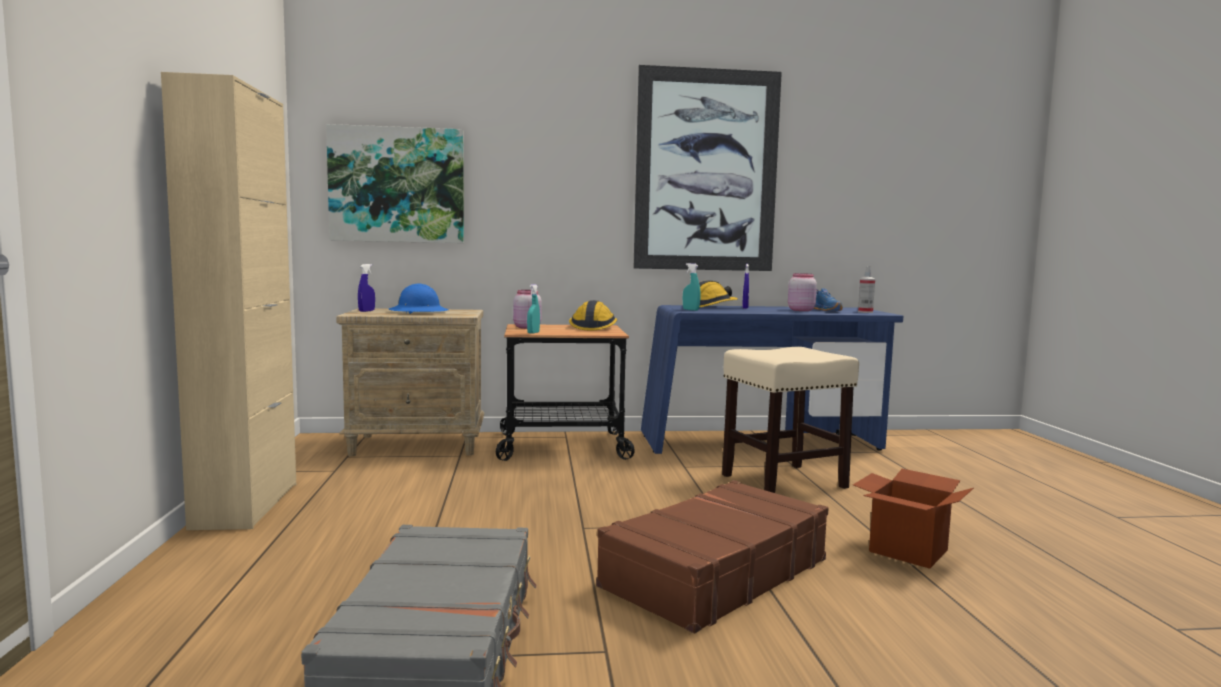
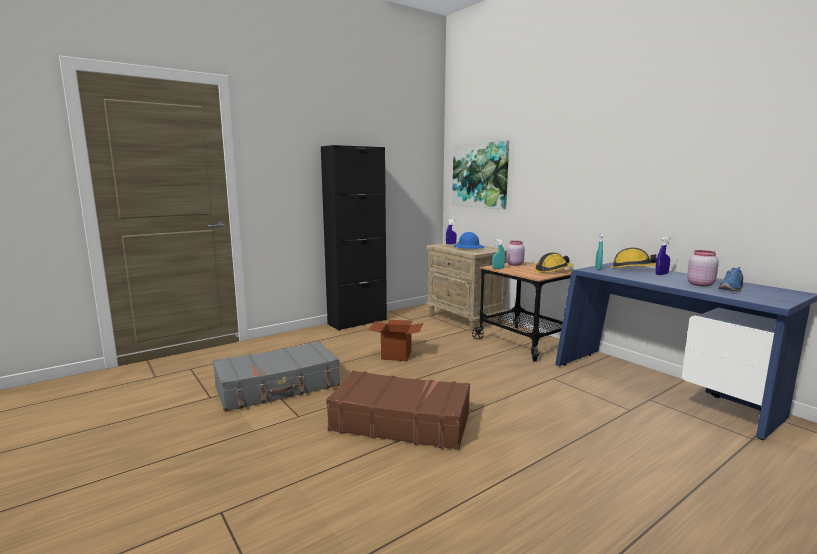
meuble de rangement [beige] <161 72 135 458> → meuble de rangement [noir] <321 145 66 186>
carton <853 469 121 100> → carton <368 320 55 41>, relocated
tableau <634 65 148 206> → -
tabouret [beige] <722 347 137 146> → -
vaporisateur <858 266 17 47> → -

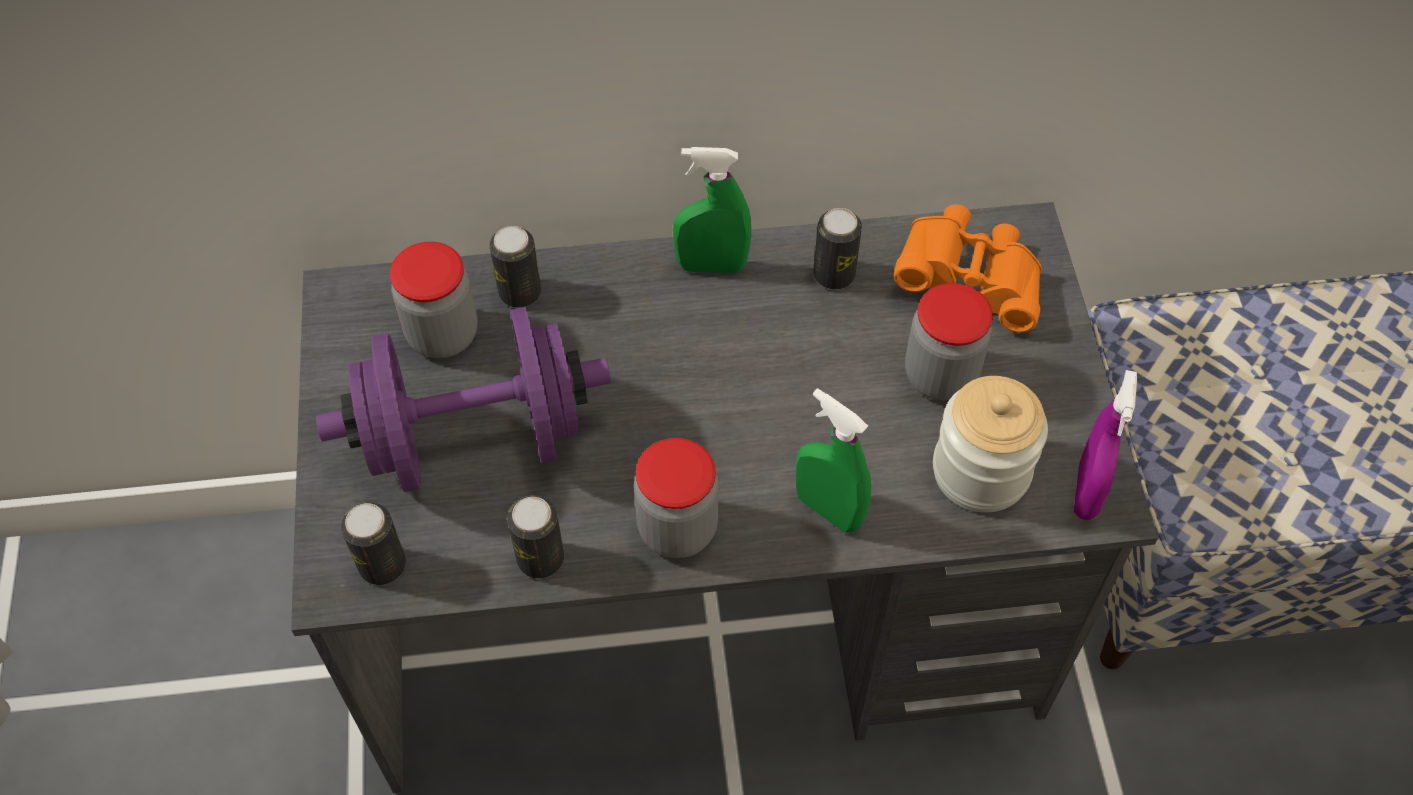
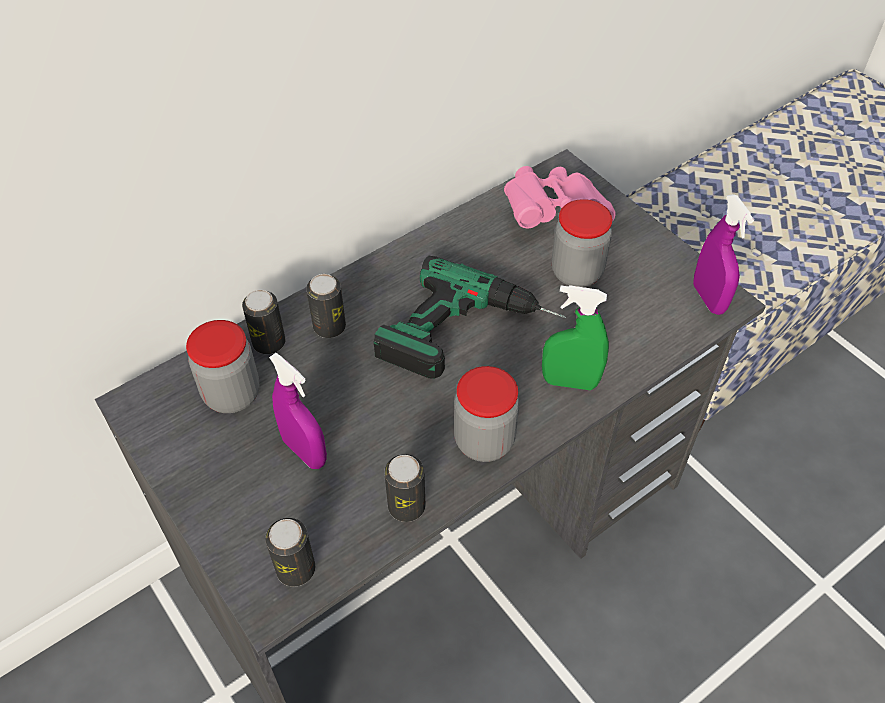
haltère [violet] <316 307 295 185> → vaporisateur [violet] <269 353 58 116>
boîte métallique <813 208 49 82> → boîte métallique <306 274 40 64>, relocated
- → perceuse <373 256 194 123>
jumelles [orange] <894 204 148 129> → jumelles [rose] <504 166 112 62>
vaporisateur [vert] <673 147 78 126> → -
bocal <933 376 115 137> → -

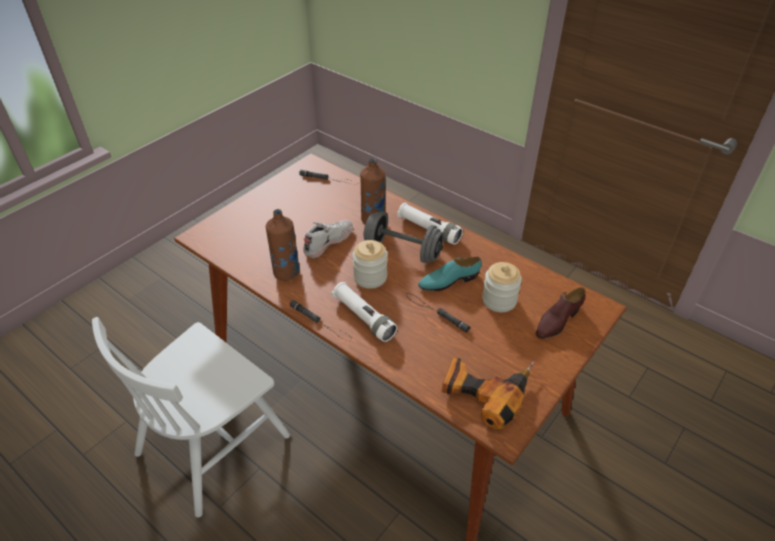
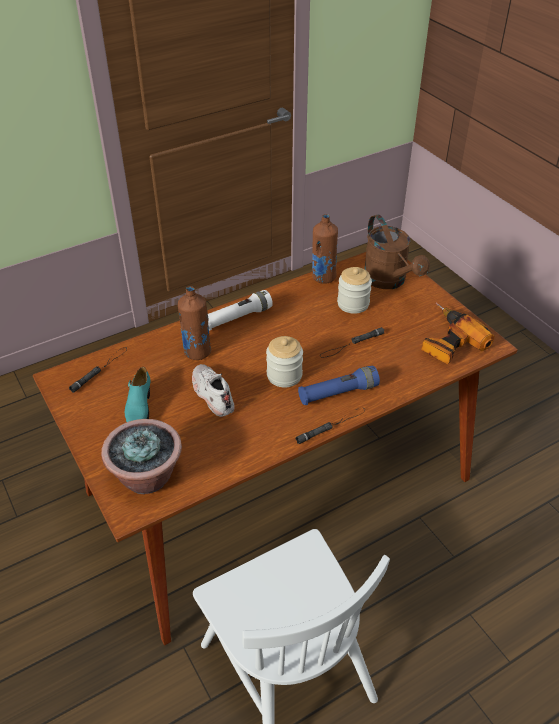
- → plante en pot <101 419 81 75>
chaussure [turquoise] <418 257 63 34> → chaussure [turquoise] <125 367 26 56>, relocated
lampe de poche [blanc] <332 282 66 60> → lampe de poche [bleu] <298 366 82 39>
bouteille [marron] <266 209 34 72> → bouteille [marron] <312 214 26 70>, relocated
chaussure [marron] <536 287 49 52> → arrosoir [marron] <364 215 66 74>
haltère [gris] <364 211 80 52> → -

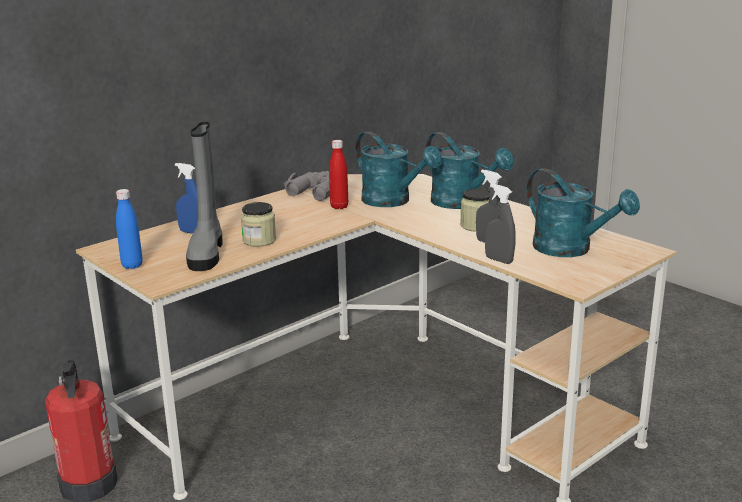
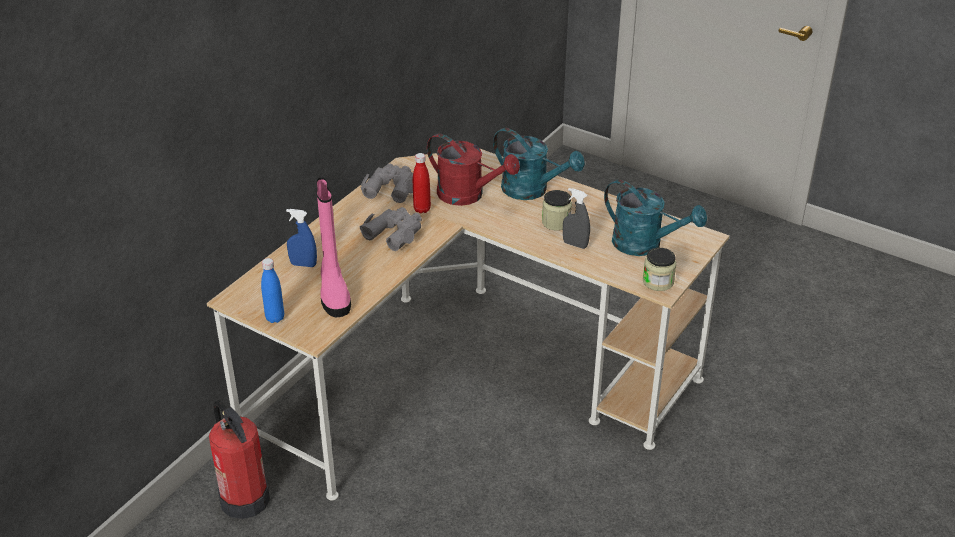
botte [gris] <186 122 37 149> → botte [rose] <316 177 35 140>
- → jumelles [gris] <360 207 62 44>
arrosoir [turquoise] <355 131 87 76> → arrosoir [rouge] <427 133 93 73>
bocal <241 202 35 45> → bocal <643 248 33 43>, relocated
vaporisateur [gris] <485 184 31 80> → -

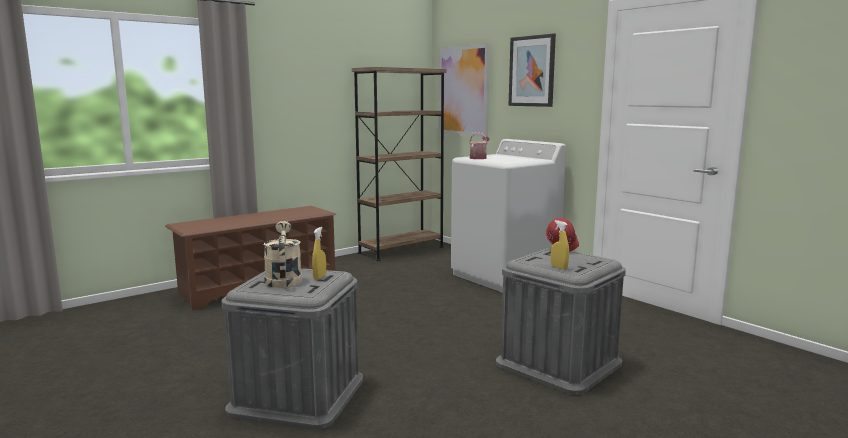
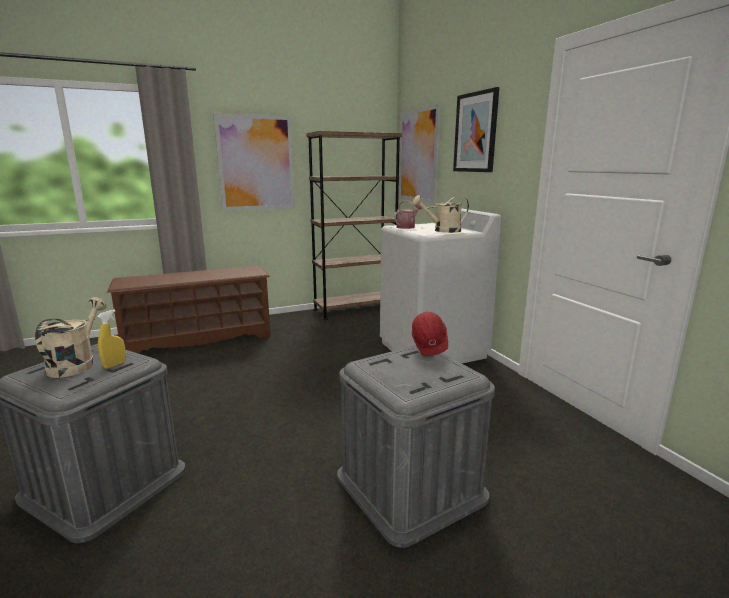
- → tableau <213 113 82 98>
- → arrosoir [beige] <413 195 56 38>
vaporisateur [jaune] <551 220 18 49> → -

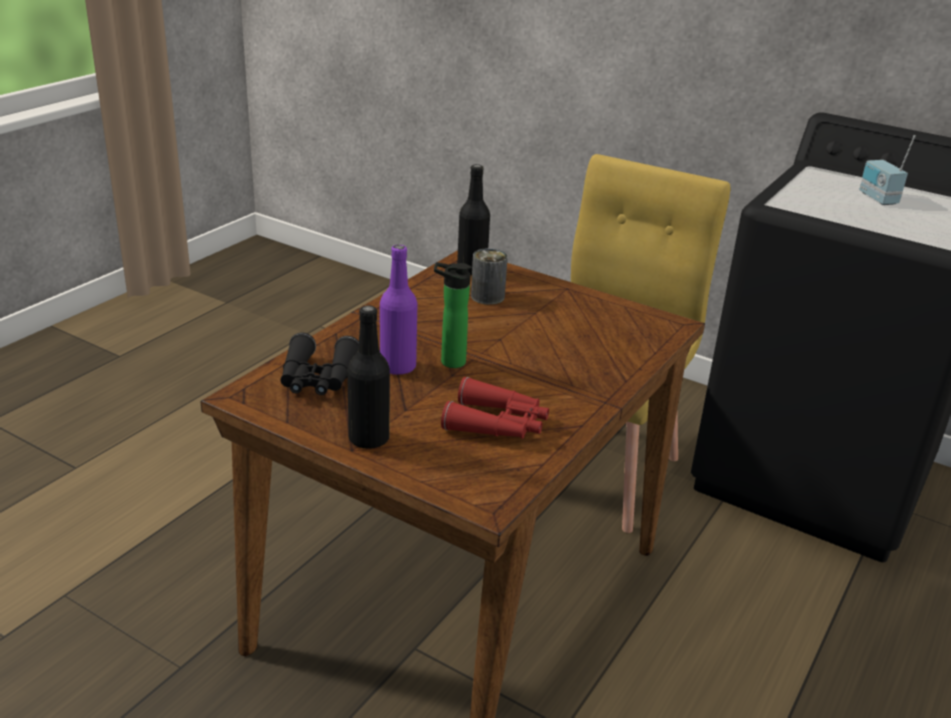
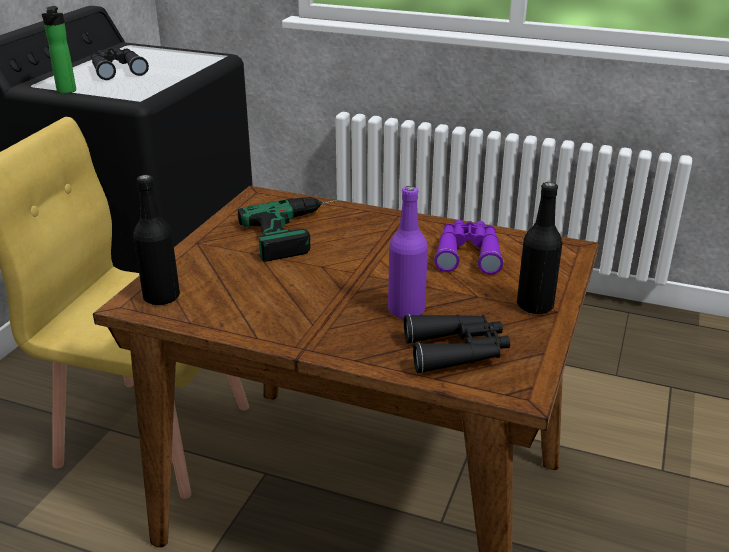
bouteille <434 262 38 106> → bouteille <42 6 34 88>, relocated
radio <859 135 57 70> → jumelles [noir] <91 48 58 32>
- → perceuse <238 197 101 65>
jumelles [rouge] <441 377 108 62> → jumelles [violet] <434 220 70 55>
boîte métallique <471 248 37 57> → -

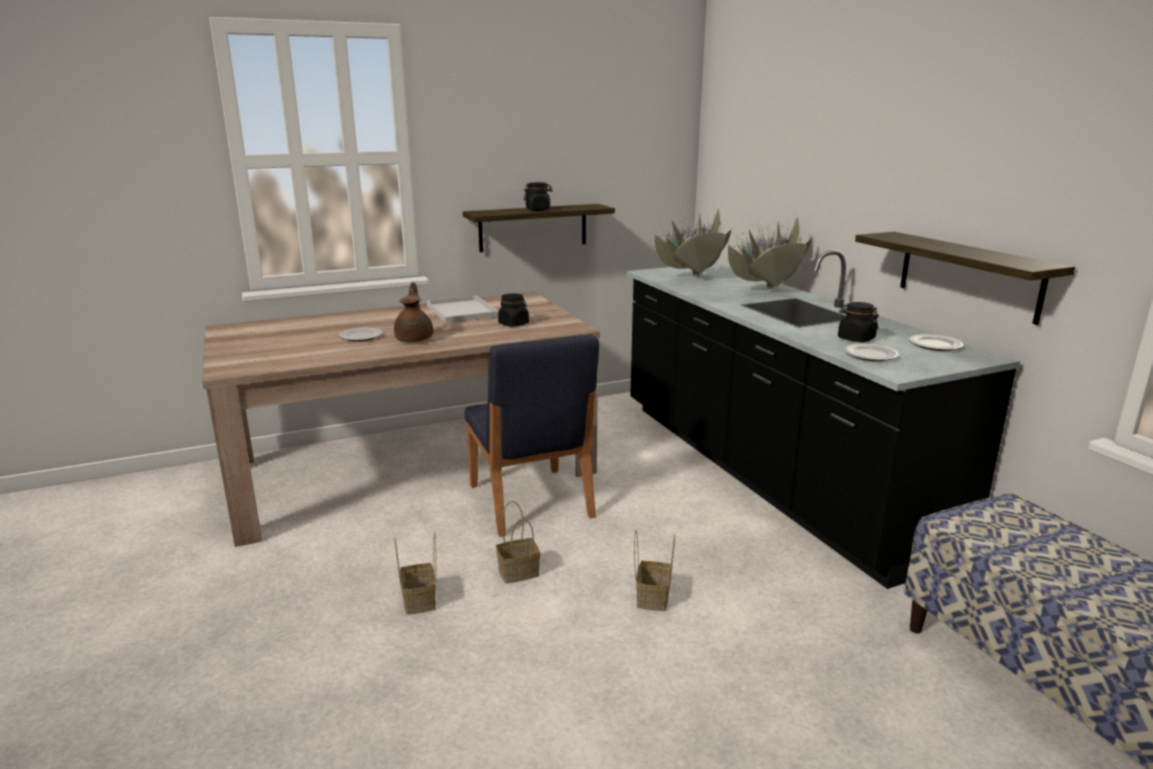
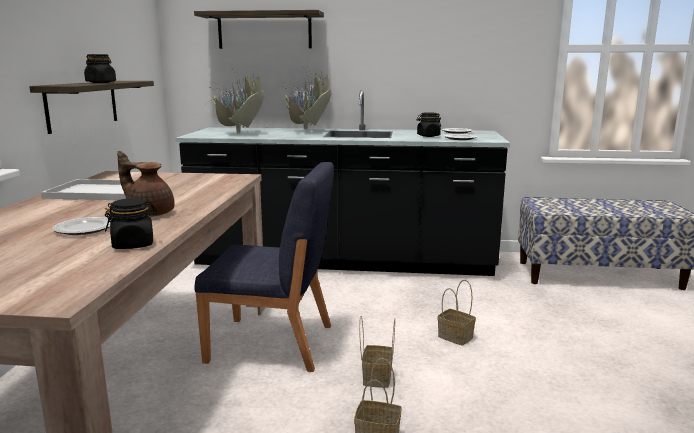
bocal [noir] <498 293 31 34> → bocal [noir] <105 198 52 51>, relocated
étagère <855 232 220 93> → étagère <194 10 130 39>, relocated

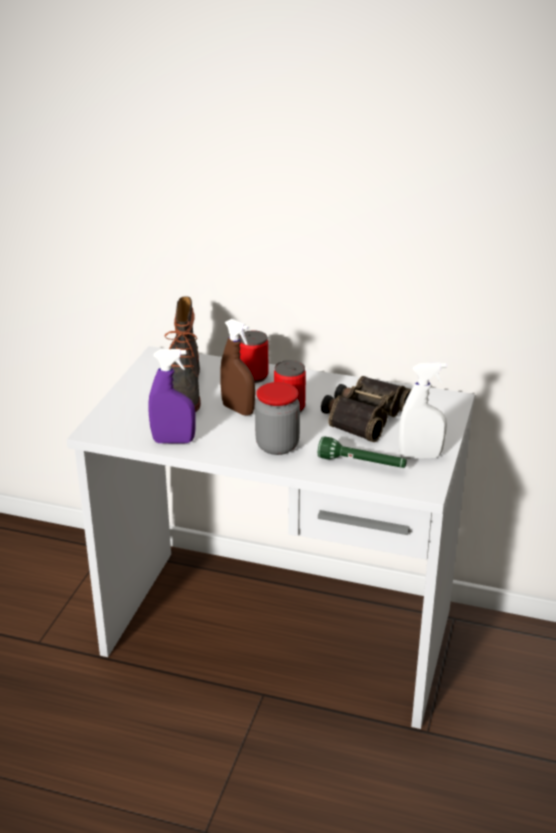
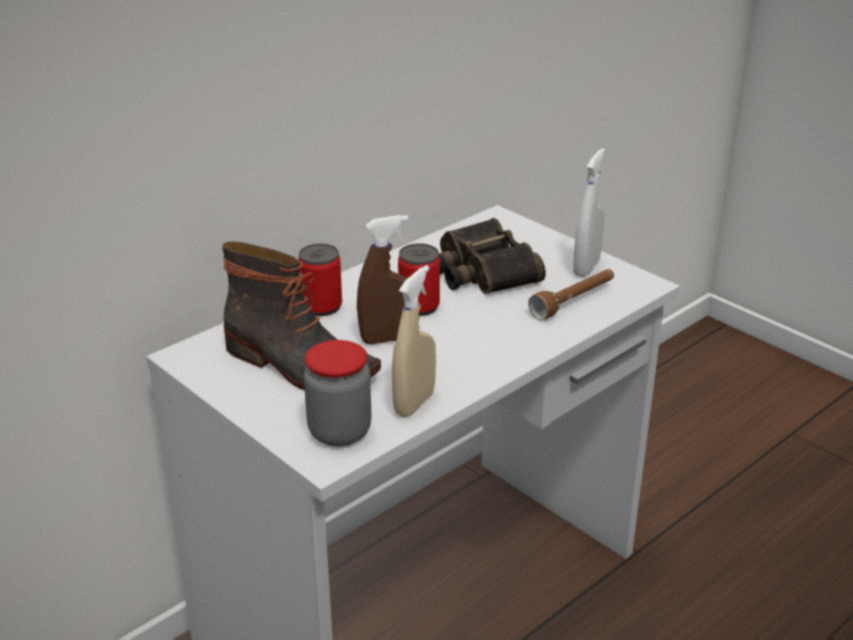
bocal <255 382 45 73> → bocal <304 340 67 107>, relocated
vaporisateur [violet] <148 349 48 94> → vaporisateur [beige] <392 265 44 152>
lampe de poche [vert] <318 436 89 32> → lampe de poche [marron] <528 269 86 51>

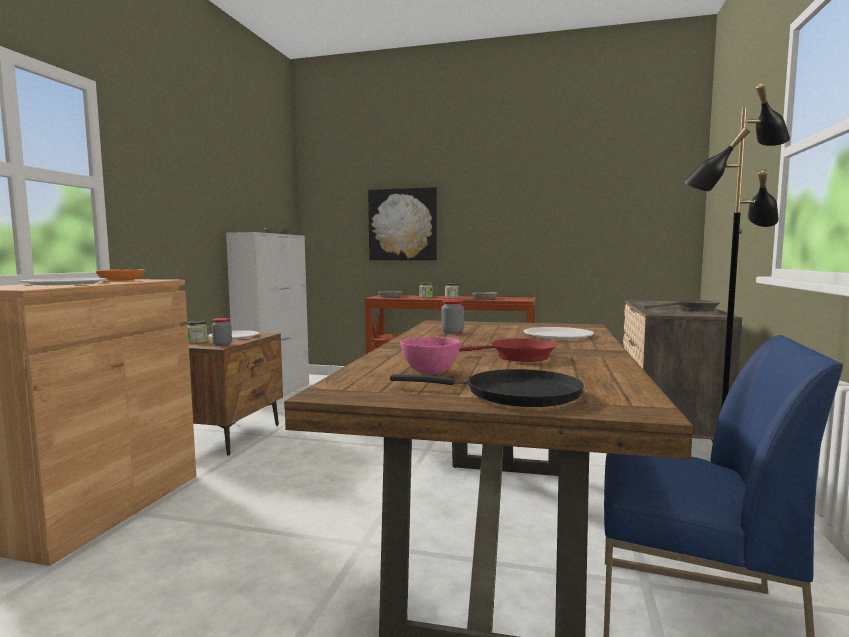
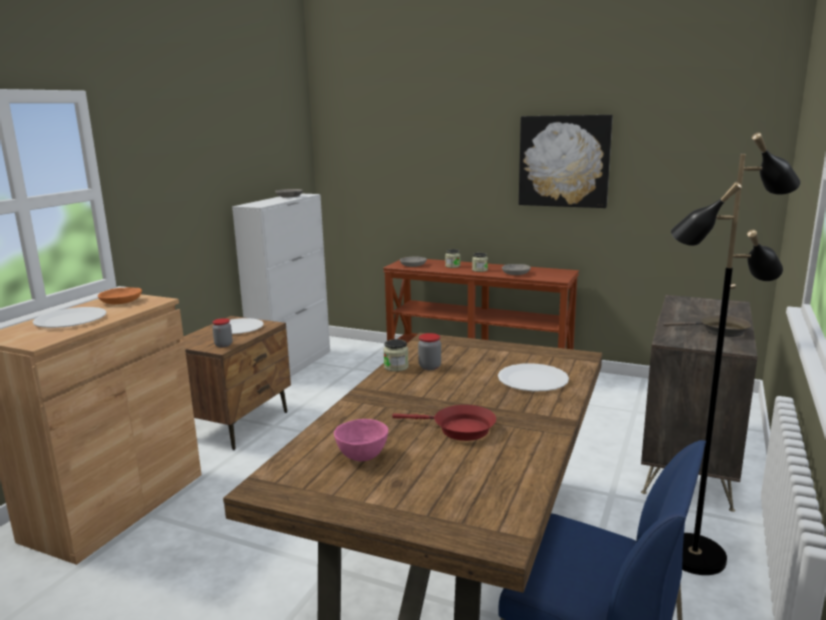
bocal <187 321 21 22> → bocal <383 339 26 33>, relocated
tableau <368 187 69 73> → tableau <519 115 94 93>, relocated
poêle [noir] <390 369 194 38> → -

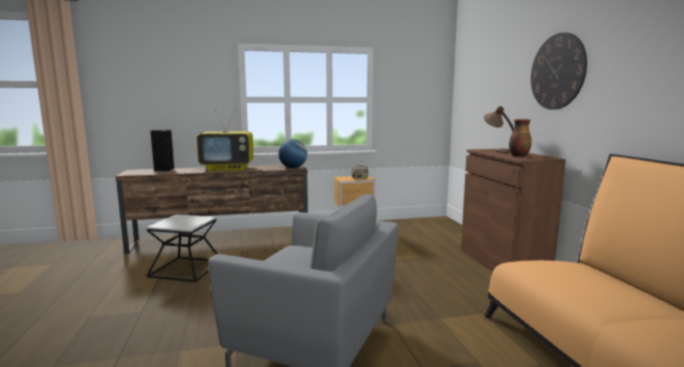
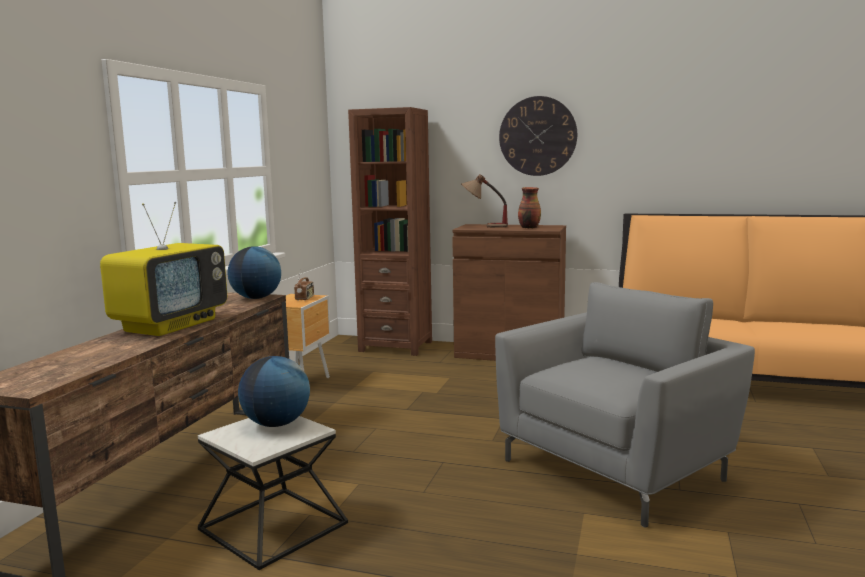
- → globe <238 356 72 71>
- → bibliothèque [marron] <348 107 84 249>
enceinte [noir] <150 130 24 41> → -

